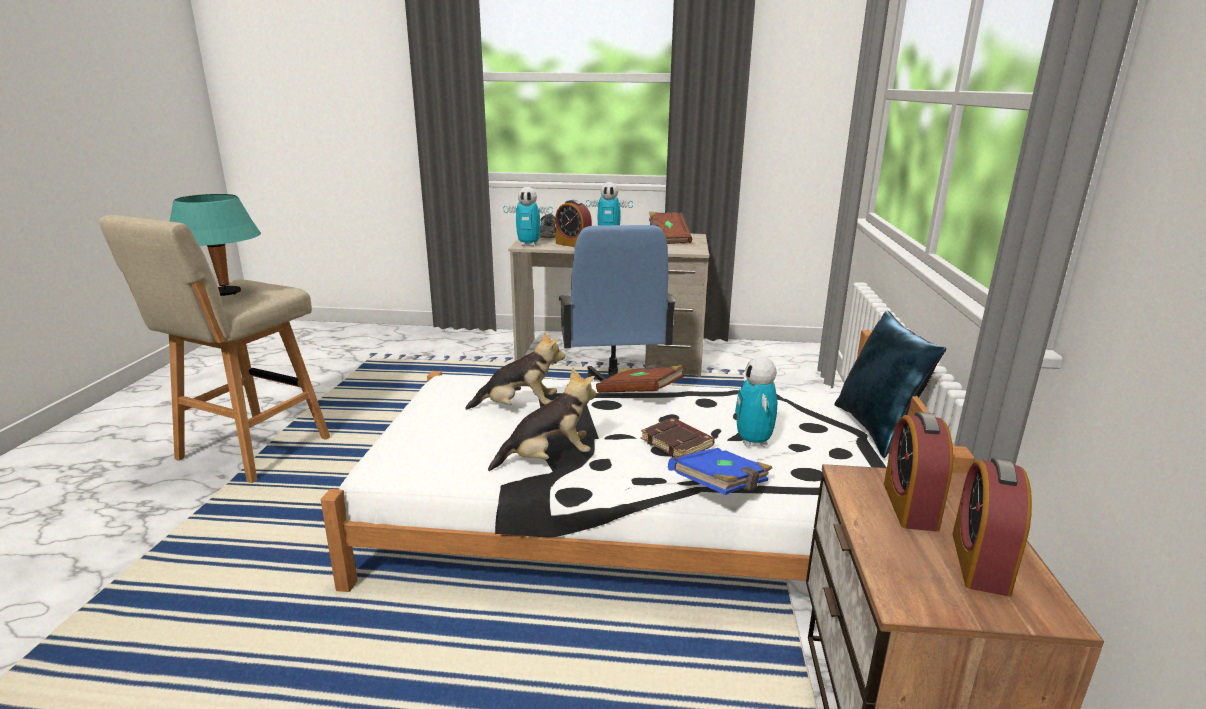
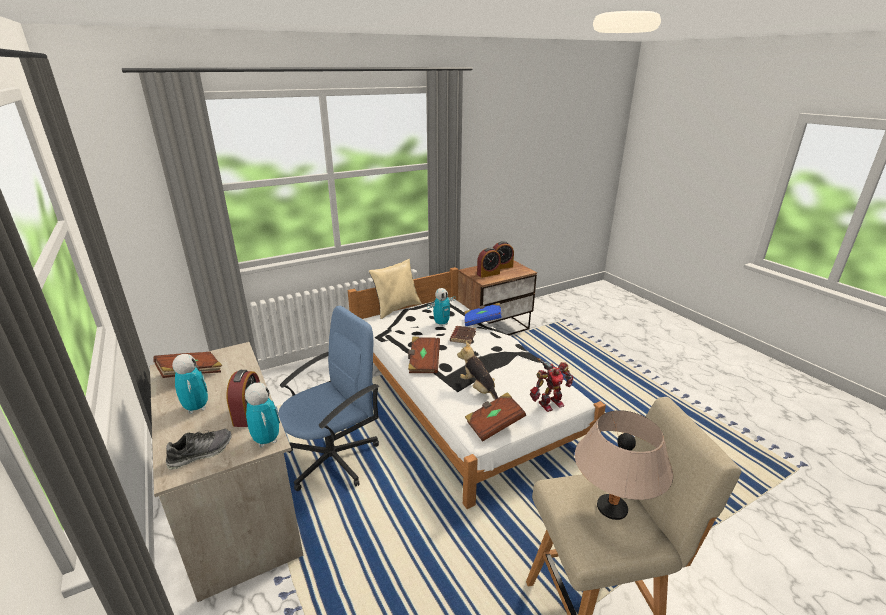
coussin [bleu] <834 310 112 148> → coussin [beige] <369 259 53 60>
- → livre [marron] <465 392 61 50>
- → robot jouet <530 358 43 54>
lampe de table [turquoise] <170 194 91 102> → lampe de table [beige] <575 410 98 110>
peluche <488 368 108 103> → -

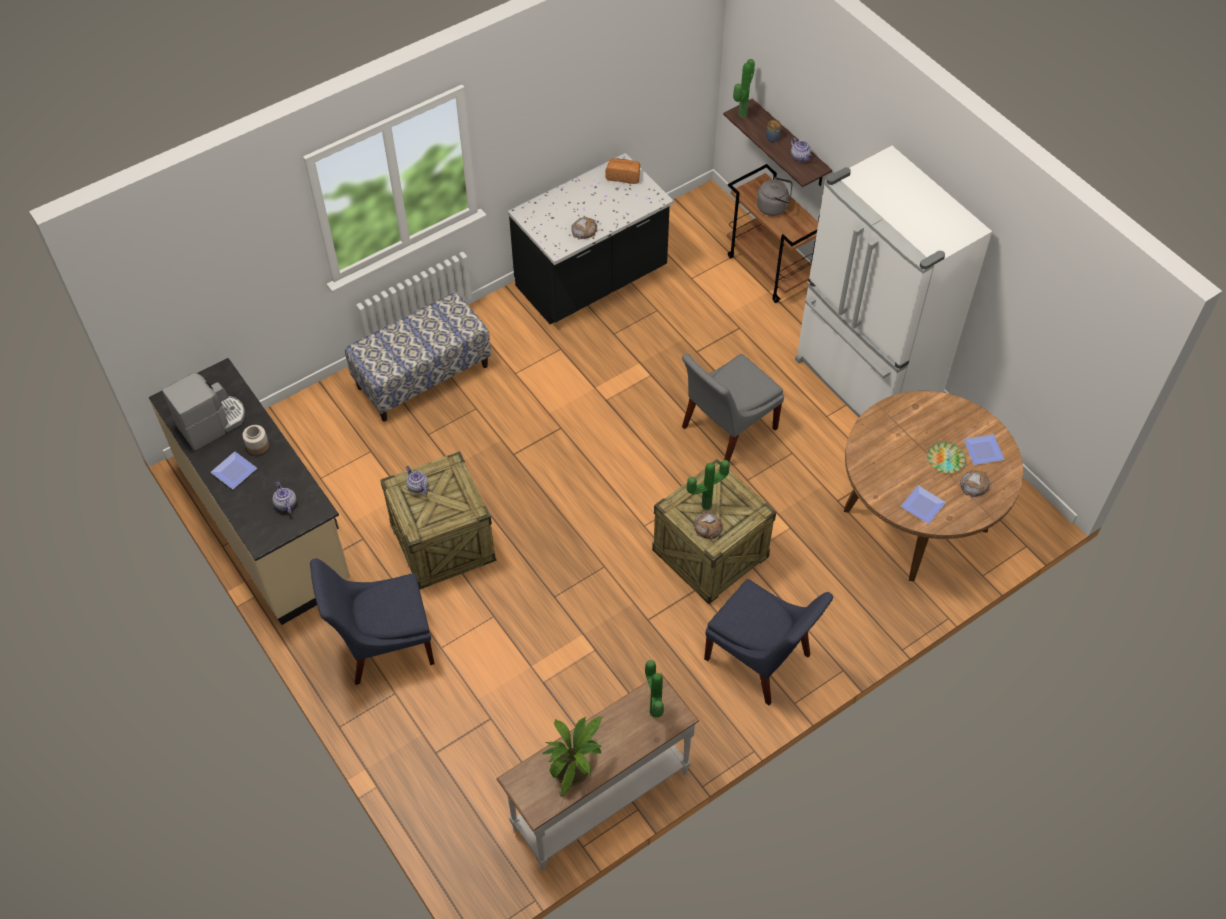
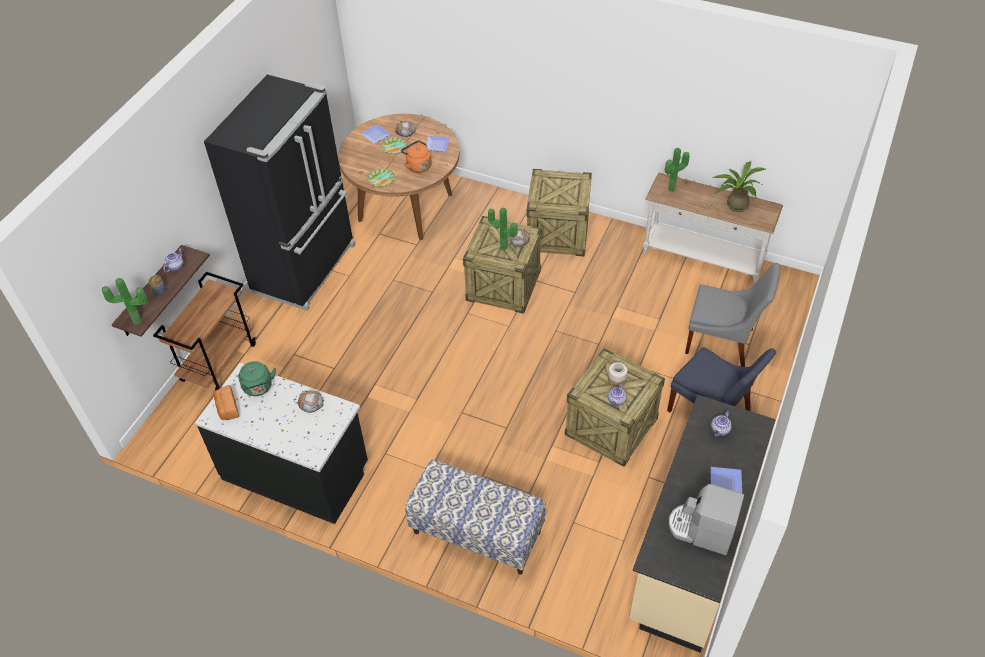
réfrigérateur [blanc] <795 146 197 271> → réfrigérateur [noir] <204 75 151 236>
- → bouilloire [vert] <238 361 38 35>
- → assiette <367 168 28 19>
- → bouilloire [orange] <401 140 31 33>
chaise [bleu] <704 579 129 126> → caisse <526 169 66 88>
bocal <242 425 27 30> → bocal <608 362 20 25>, relocated
chaise [gris] <682 354 102 108> → chaise [gris] <685 263 95 104>, relocated
bouilloire [gris] <757 177 36 39> → -

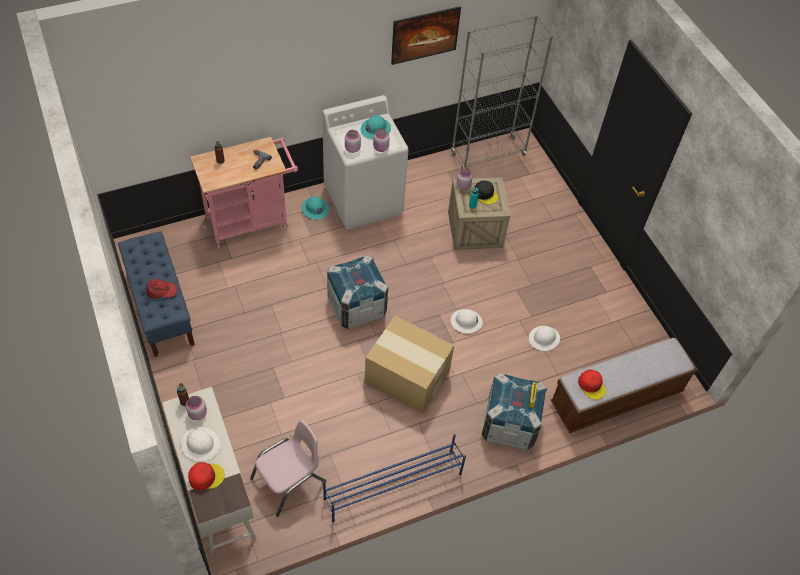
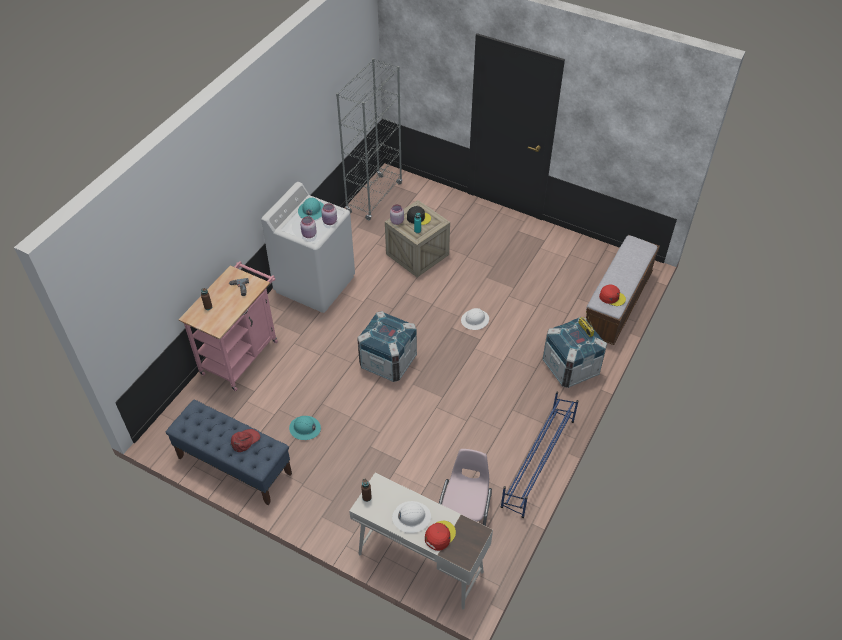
casque de chantier [turquoise] <302 196 27 23> → casque de chantier [turquoise] <289 416 32 24>, relocated
bocal [rose] <186 396 21 24> → -
carton <365 316 89 98> → -
tableau <391 6 70 59> → -
casque de chantier [blanc] <529 326 31 25> → -

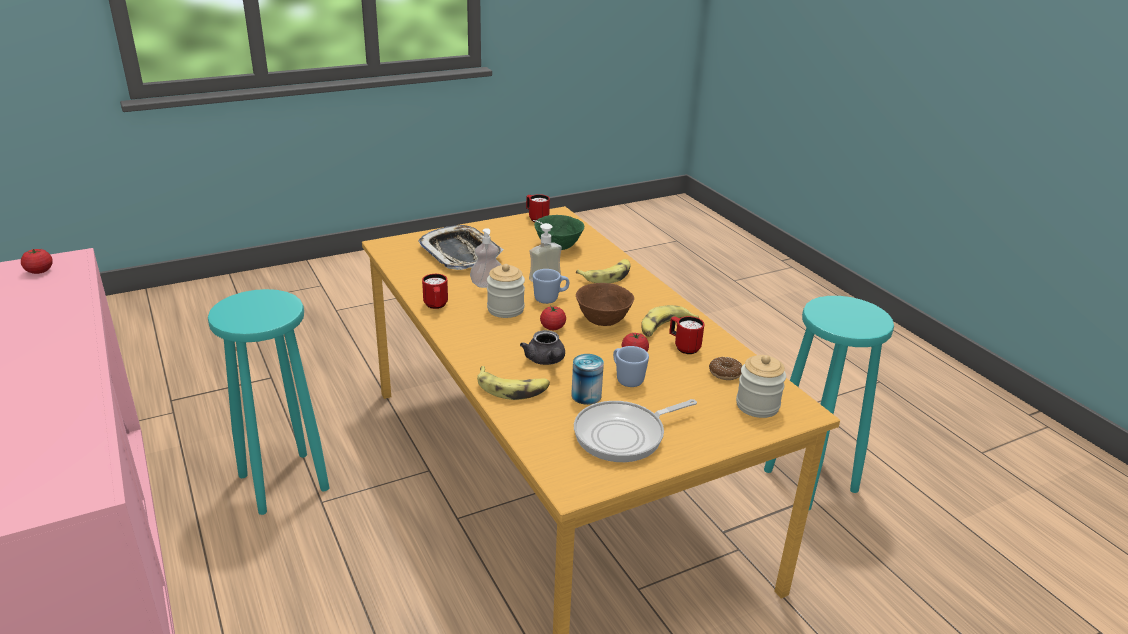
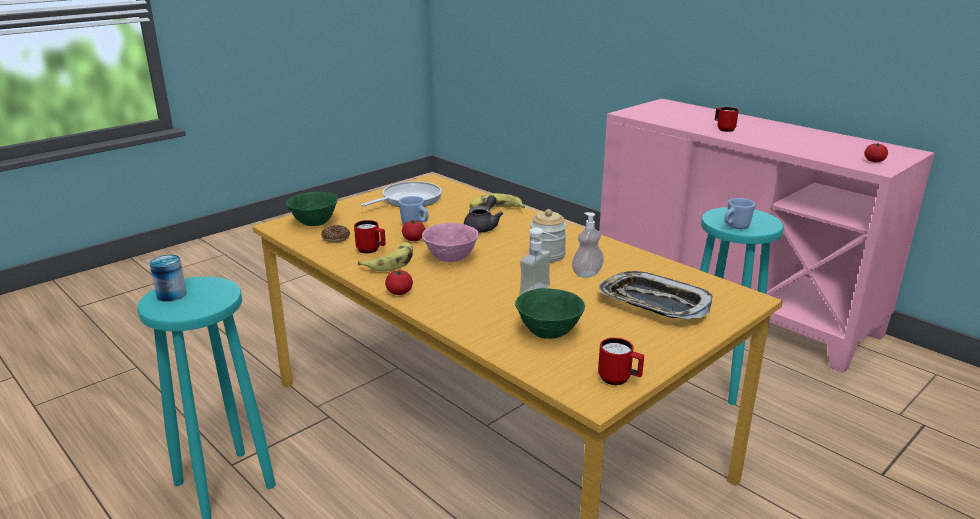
boîte métallique <571 354 33 51> → boîte métallique <149 255 38 47>, relocated
bocal <736 355 50 63> → bol [vert] <286 192 52 34>
tomate <540 306 26 24> → tomate <385 270 28 25>, relocated
bol [marron] <576 283 58 43> → bol [rose] <422 223 57 39>
théière [gris] <520 330 45 35> → théière [gris] <464 195 39 38>, 60 degrees clockwise
mug [rouge] <422 274 26 35> → mug [rouge] <715 107 24 25>, relocated
mug [bleu] <533 269 36 35> → mug [bleu] <724 198 31 31>, relocated
banane <576 259 55 24> → -

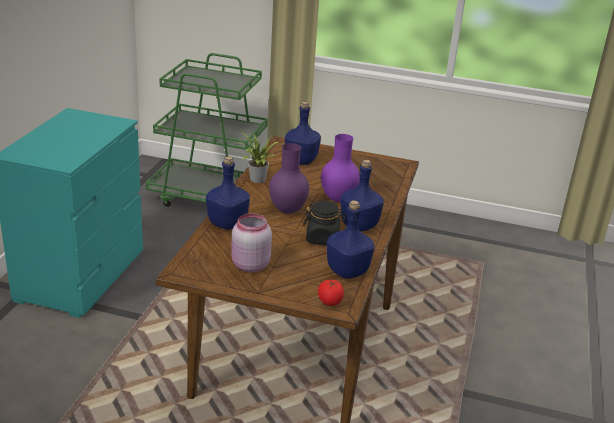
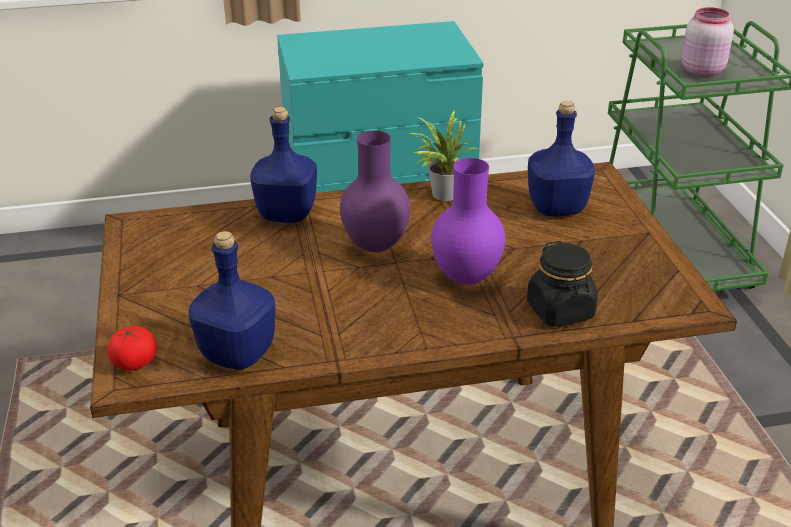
bocal [noir] <303 201 43 45> → bocal [noir] <527 241 71 86>, relocated
bocal [rose] <231 213 41 59> → bocal [rose] <681 7 53 70>, relocated
bouteille [bleu] <340 160 44 72> → -

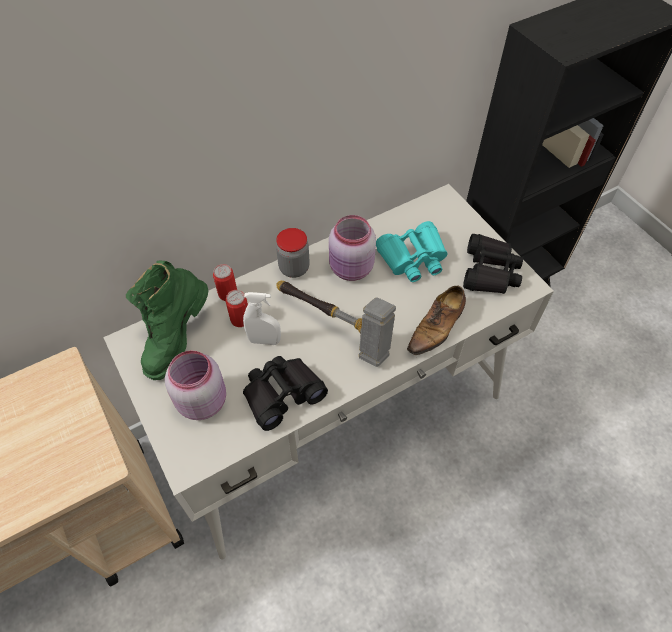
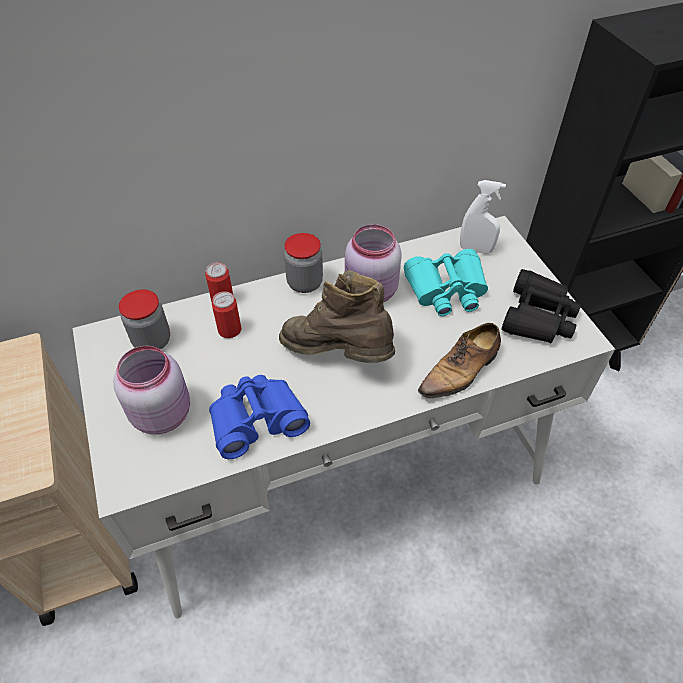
botte [vert] <126 261 82 119> → bocal <119 289 51 60>
jumelles [noir] <243 356 85 75> → jumelles [bleu] <209 375 101 84>
marteau <276 281 120 86> → botte [marron] <279 270 116 93>
vaporisateur [blanc] <243 292 38 53> → vaporisateur [blanc] <460 180 46 74>, relocated

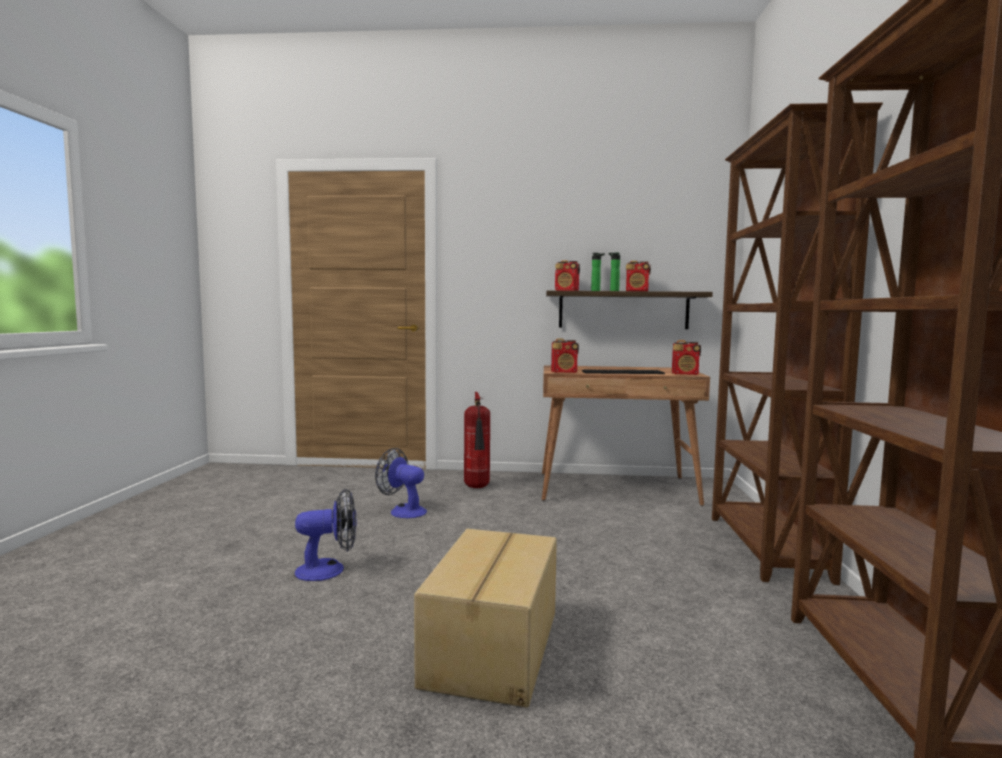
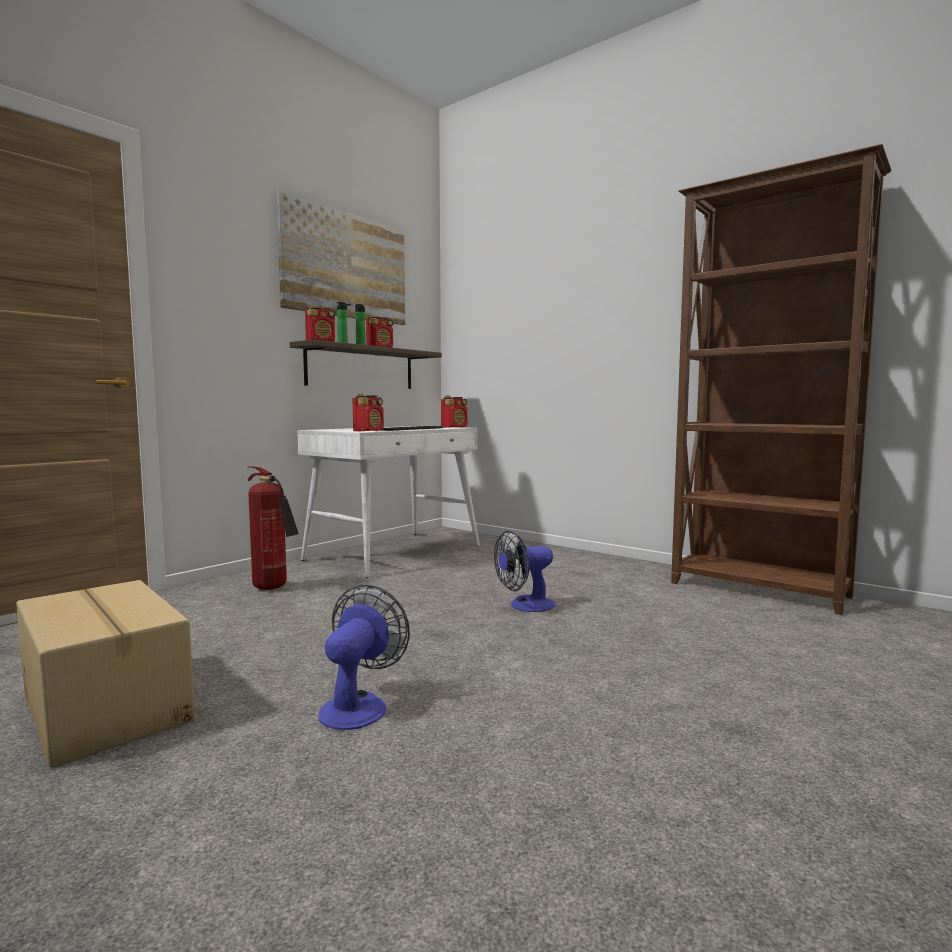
carton <414 529 143 179> → carton <16 580 179 187>, relocated
- → tableau <276 191 129 134>
bureau [marron] <542 365 168 141> → bureau [blanc] <297 426 183 152>
ventilateur <375 448 52 70> → ventilateur <494 531 61 81>, relocated
bibliothèque [marron] <712 102 171 483> → -

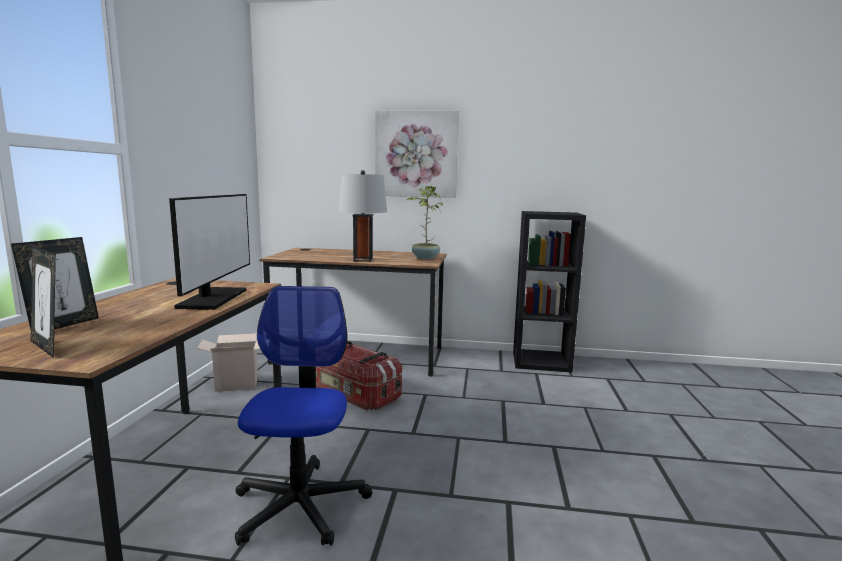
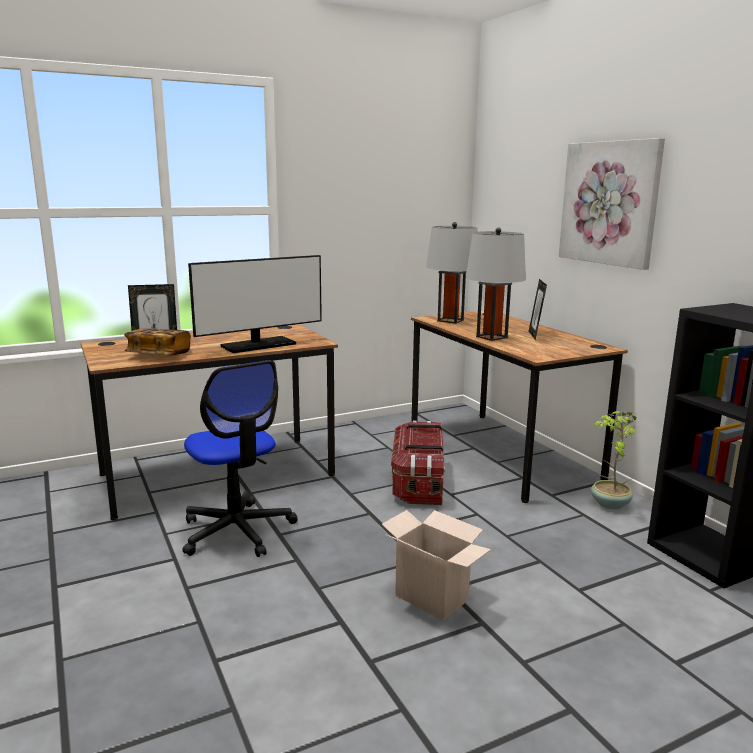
- → livre <124 329 67 26>
chaise de bureau <235 286 137 260> → chaise de bureau <182 360 116 197>, 90 degrees clockwise
carton <198 333 62 59> → carton <382 510 109 110>, relocated
- → lampe de table [gris] <426 222 52 102>
cadre photo <31 246 25 112> → cadre photo <529 279 18 61>, relocated
plante en pot <407 186 36 73> → plante en pot <591 411 45 98>, relocated

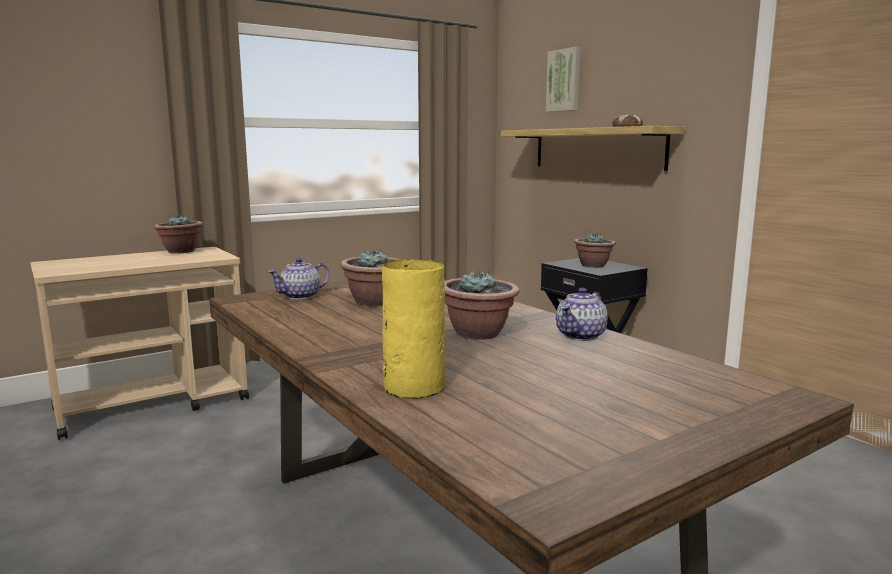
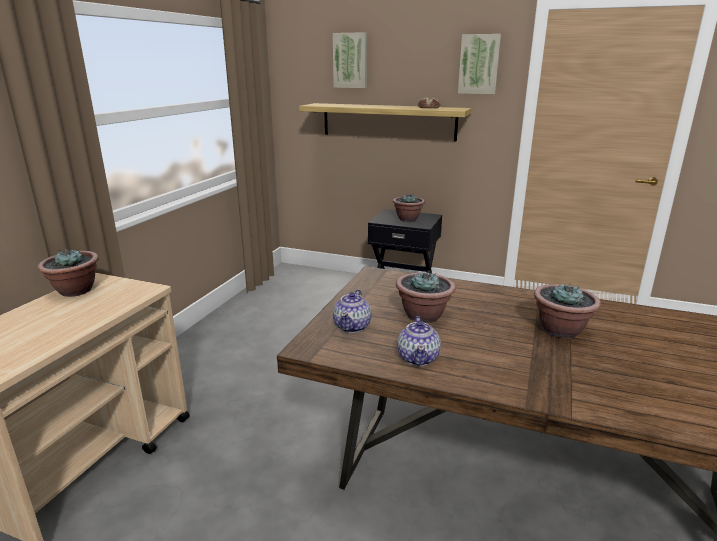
théière <556 288 52 53> → théière <397 316 44 50>, relocated
- → tableau <458 34 43 60>
vase [jaune] <382 259 63 140> → -

